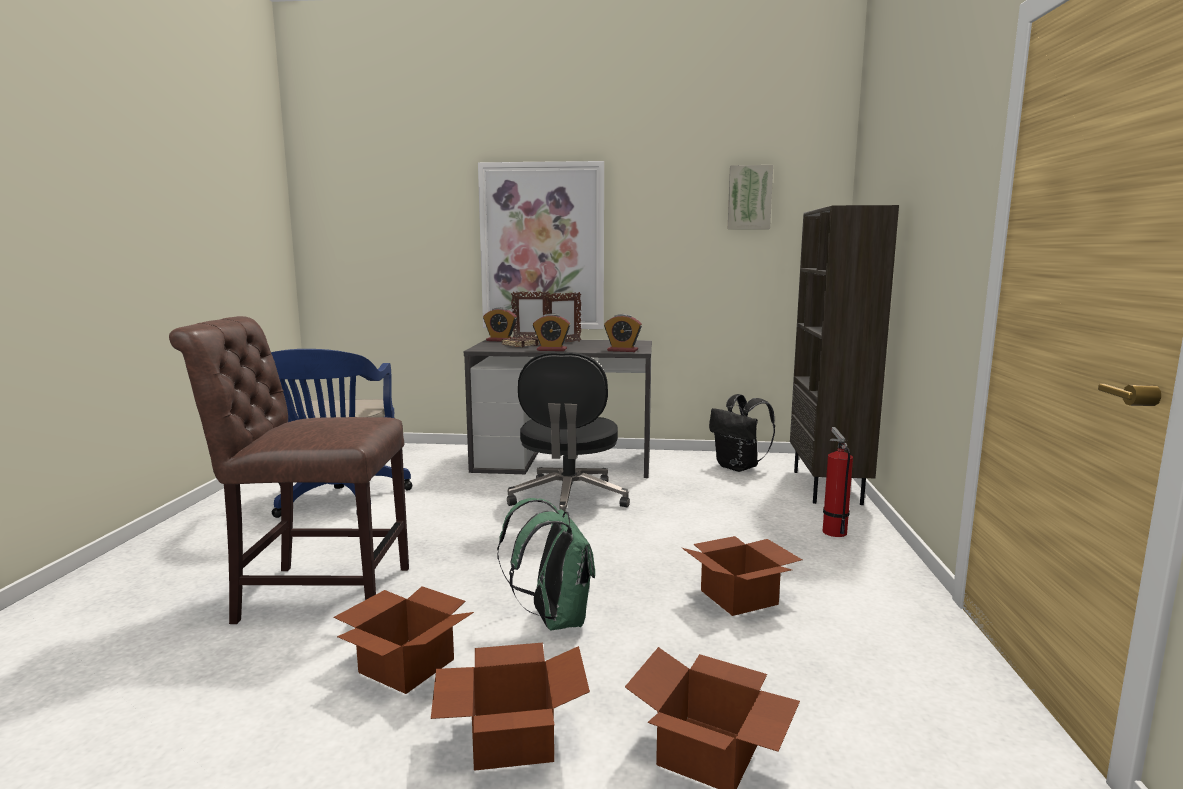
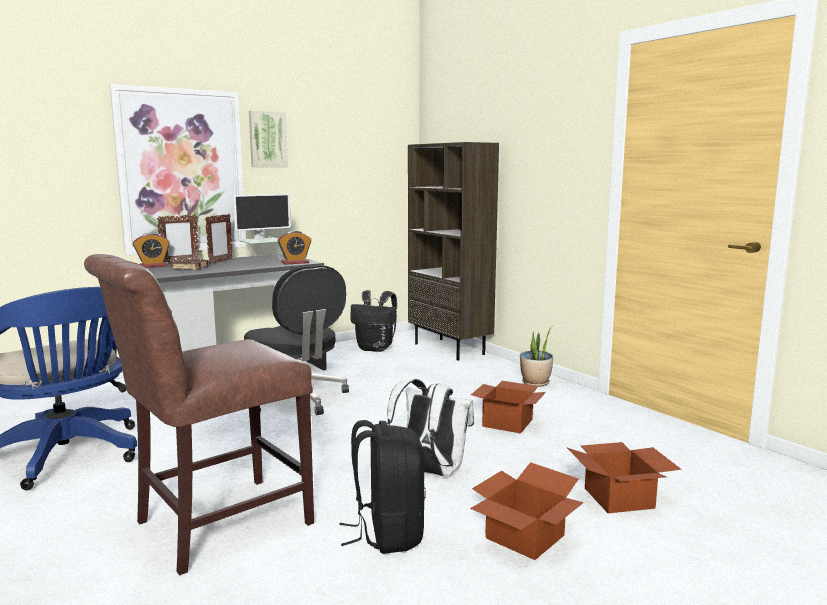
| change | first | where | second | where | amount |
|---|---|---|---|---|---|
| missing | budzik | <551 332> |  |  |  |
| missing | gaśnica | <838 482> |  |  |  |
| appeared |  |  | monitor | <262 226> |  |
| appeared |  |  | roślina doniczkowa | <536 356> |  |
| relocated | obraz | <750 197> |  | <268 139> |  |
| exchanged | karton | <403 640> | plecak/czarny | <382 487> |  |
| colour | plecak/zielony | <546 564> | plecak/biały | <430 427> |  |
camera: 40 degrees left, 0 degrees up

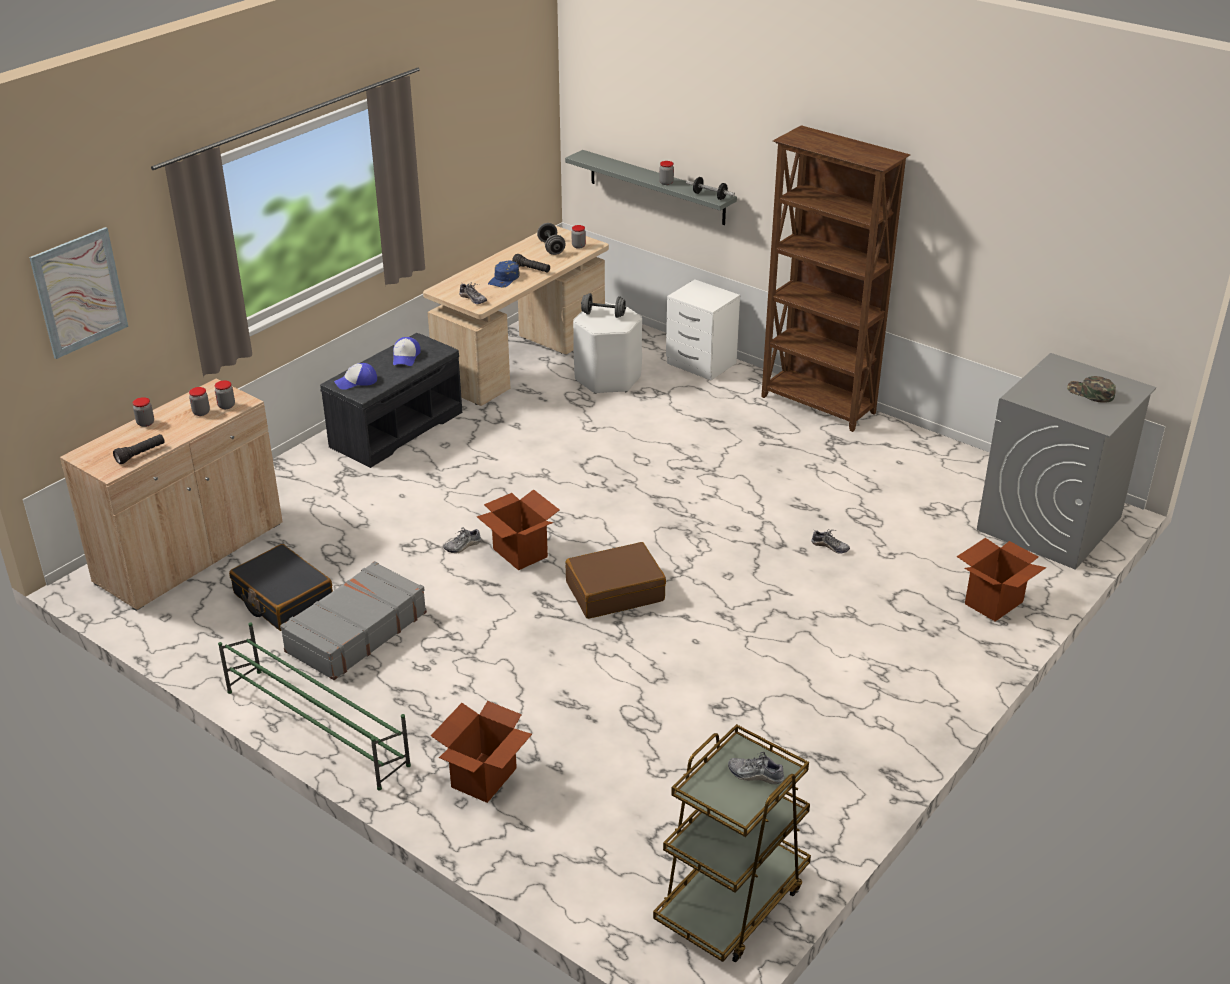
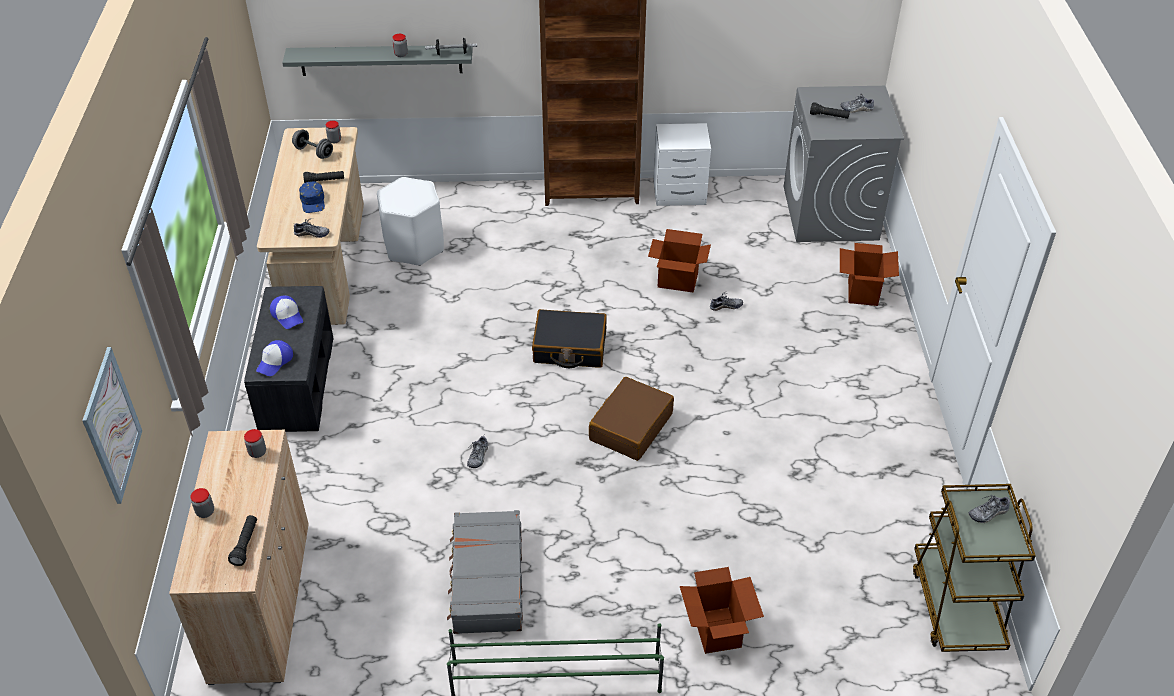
| change | first | where | second | where | amount |
|---|---|---|---|---|---|
| missing | słoik | <199 401> |  |  |  |
| missing | hantel/szary | <603 305> |  |  |  |
| appeared |  |  | latarka/czarny | <830 110> |  |
| relocated | walizka/czarny | <281 587> |  | <569 338> |  |
| relocated | karton | <518 529> |  | <679 260> |  |
| relocated | szafka nocna/biały | <703 330> |  | <682 164> |  |
| exchanged | czapka z daszkiem/zielony | <1091 389> | but | <857 104> |  |
camera: 40 degrees left, 10 degrees up

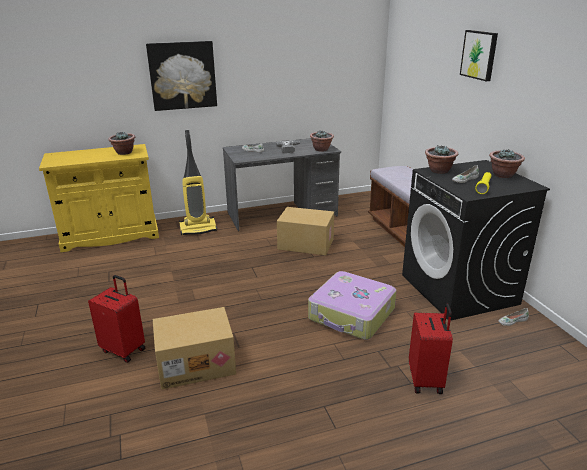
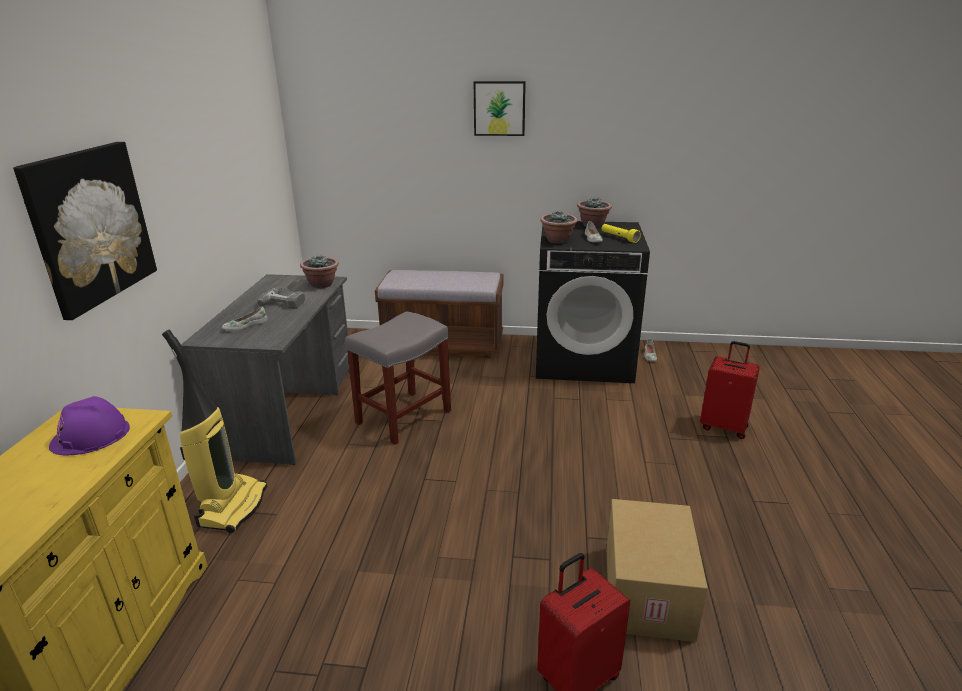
| change | first | where | second | where | amount |
|---|---|---|---|---|---|
| missing | walizka | <352 305> |  |  |  |
| exchanged | roślina doniczkowa | <121 143> | kask/fioletowy | <89 425> |  |
| exchanged | karton | <305 231> | stołek/szary | <398 378> |  |
camera: 65 degrees left, 0 degrees up

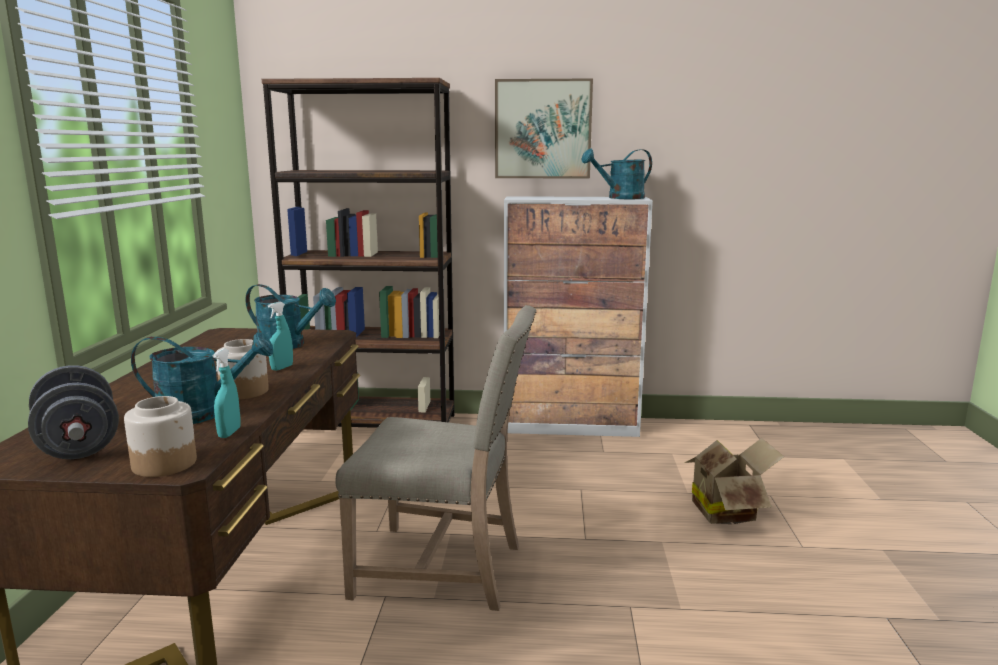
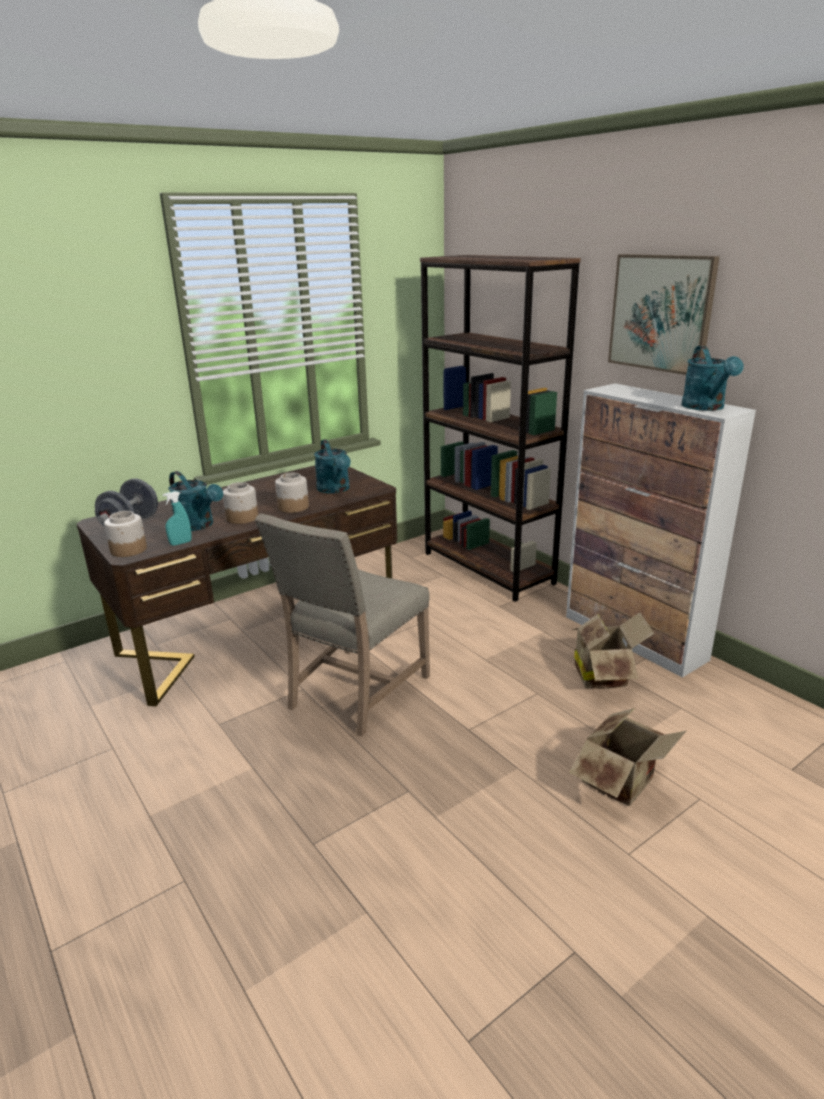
| change | first | where | second | where | amount |
|---|---|---|---|---|---|
| appeared |  |  | karton | <613 650> |  |
| exchanged | spryskiwacz/turkusowy | <280 336> | słoik | <292 493> |  |
| spun | krzesło/beżowy | <436 458> |  | <342 625> | 60 degrees clockwise |
| spun | konewka/turkusowy | <616 174> |  | <712 378> | 120 degrees counterclockwise |
camera: 50 degrees right, 10 degrees up

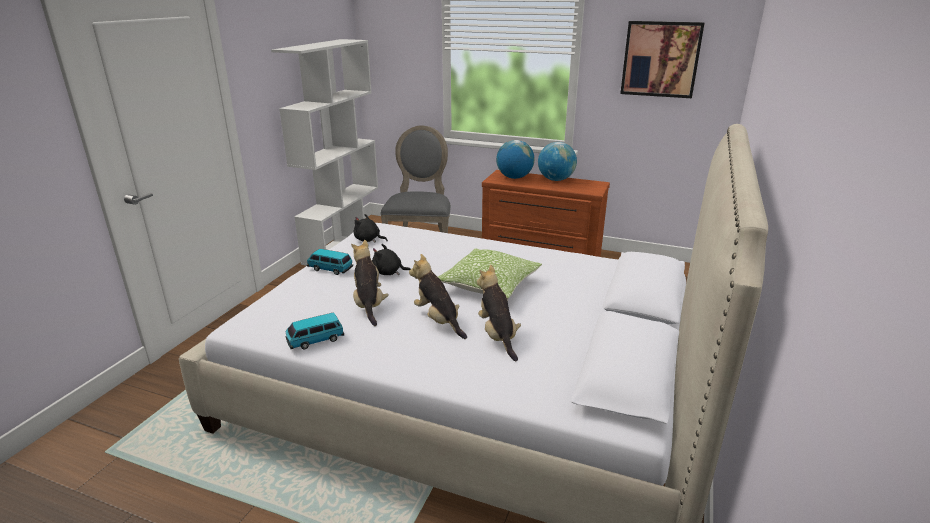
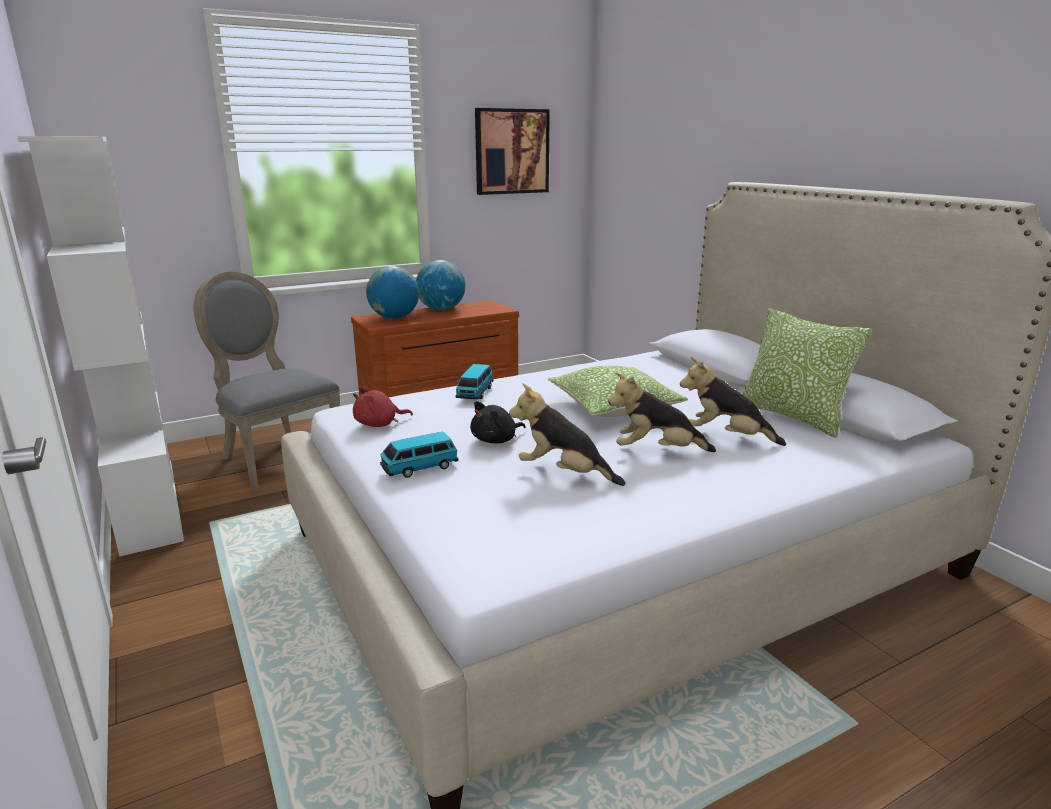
| change | first | where | second | where | amount |
|---|---|---|---|---|---|
| appeared |  |  | poduszka | <807 373> |  |
| relocated | samochodzik | <314 330> |  | <474 382> |  |
| colour | pluszak/czarny | <371 228> | pluszak/czerwony | <383 406> |  |
camera: 50 degrees left, 5 degrees down

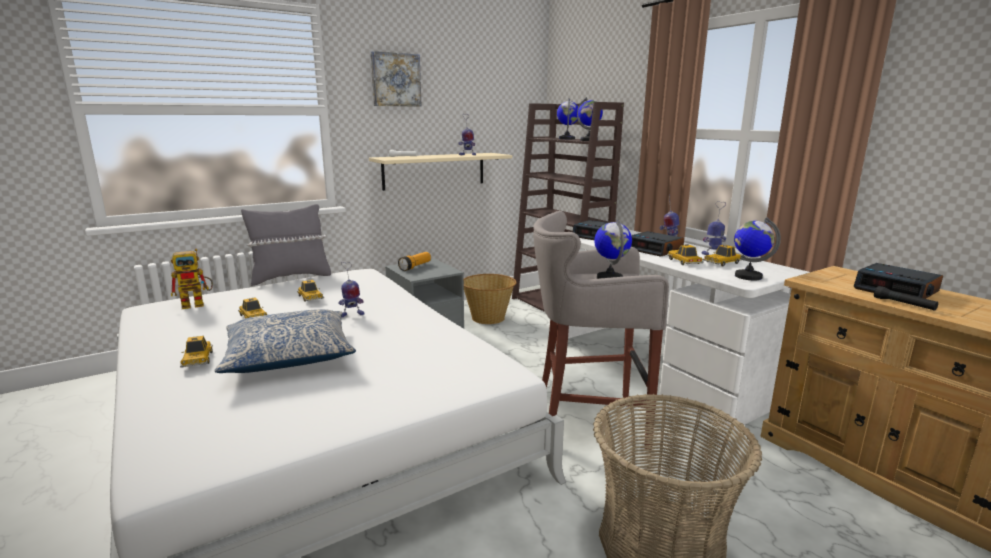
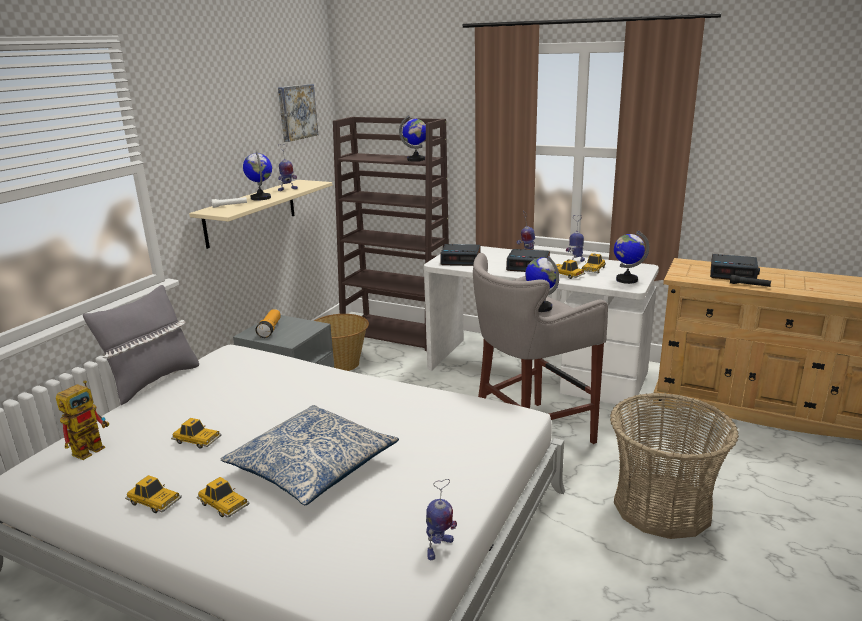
| change | first | where | second | where | amount |
|---|---|---|---|---|---|
| relocated | samochodzik | <310 291> |  | <153 494> |  |
| relocated | robot zabawkowy | <351 290> |  | <441 519> |  |
| relocated | obraz | <396 79> |  | <298 113> |  |
| relocated | globus | <567 118> |  | <257 176> |  |
camera: 30 degrees left, 5 degrees up

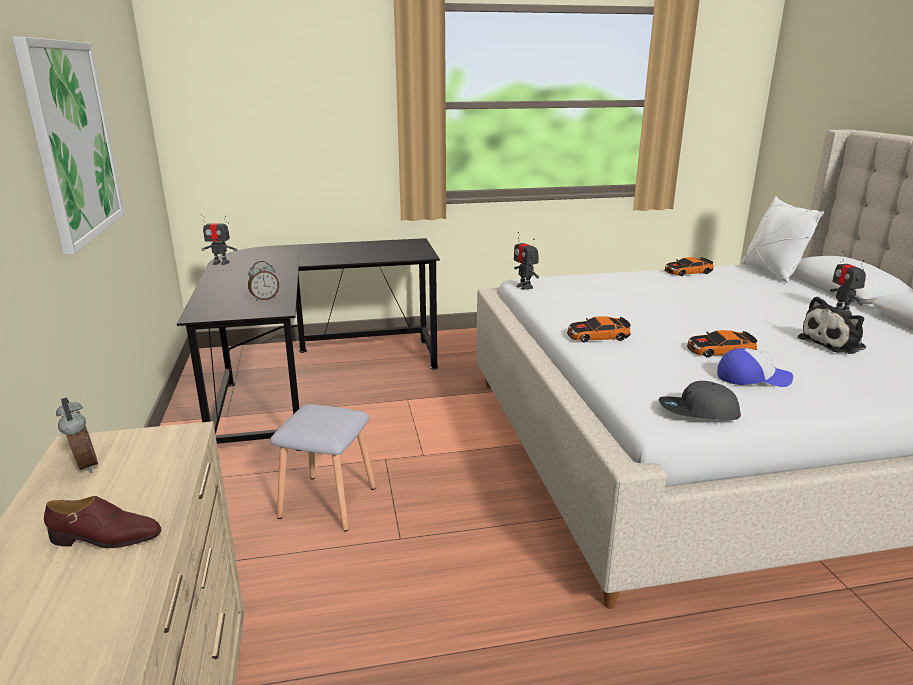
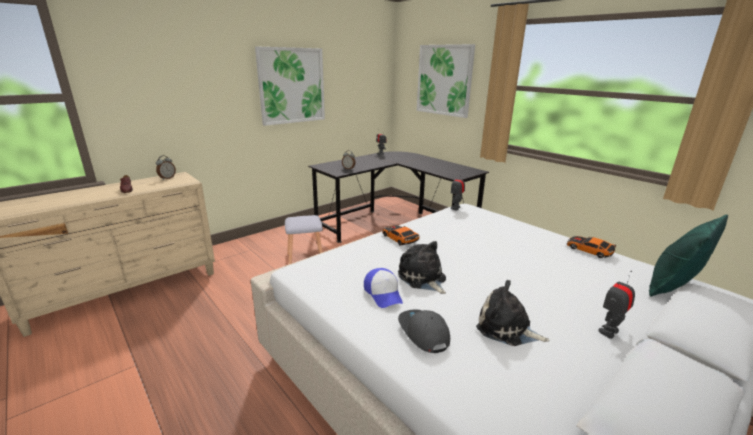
| change | first | where | second | where | amount |
|---|---|---|---|---|---|
| appeared |  |  | obraz | <446 81> |  |
| relocated | czapka z daszkiem/szary | <700 400> |  | <424 331> |  |
| exchanged | samochodzik | <722 344> | pluszak | <422 267> |  |
| colour | poduszka/biały | <783 239> | poduszka/zielony | <688 255> |  |
camera: 60 degrees right, 0 degrees up

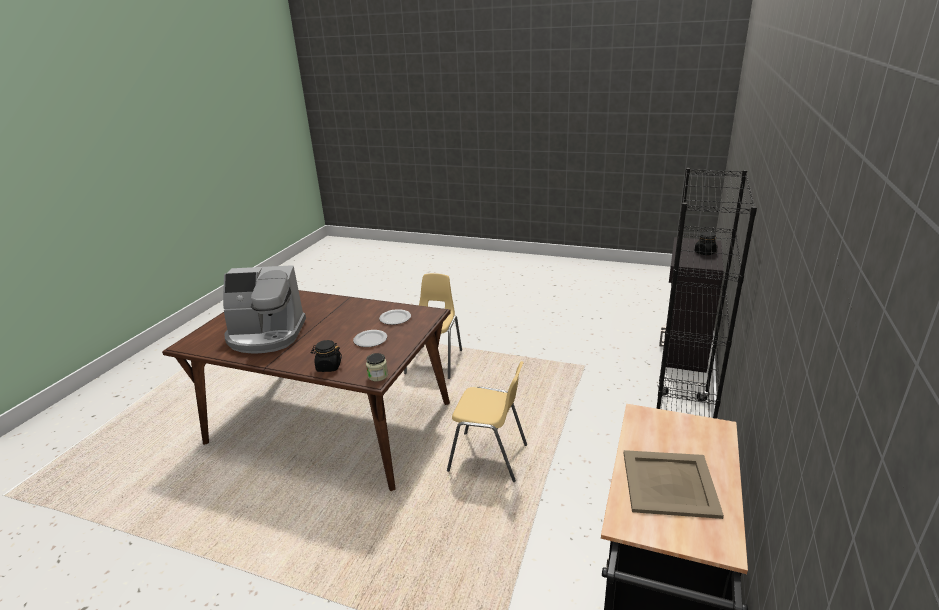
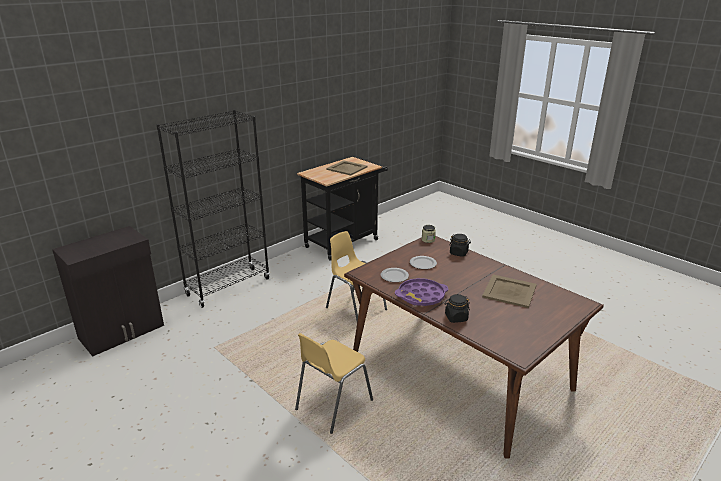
| change | first | where | second | where | amount |
|---|---|---|---|---|---|
| appeared |  |  | taca/fioletowy | <421 292> |  |
| relocated | słoik/czarny | <706 244> |  | <457 308> |  |
| exchanged | ekspres do kawy | <264 309> | taca/beżowy | <509 291> |  |
camera: 155 degrees left, 0 degrees up

